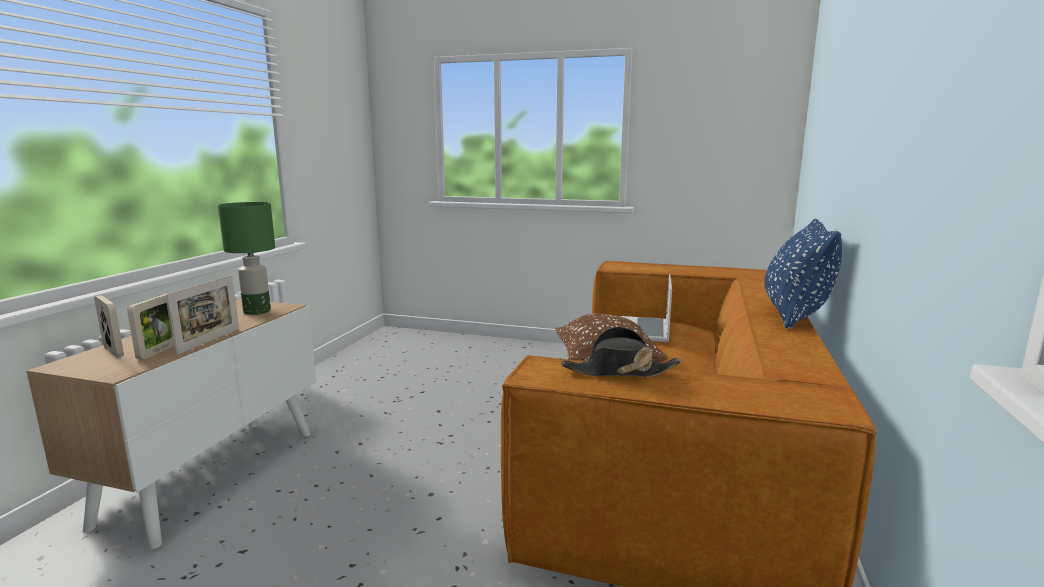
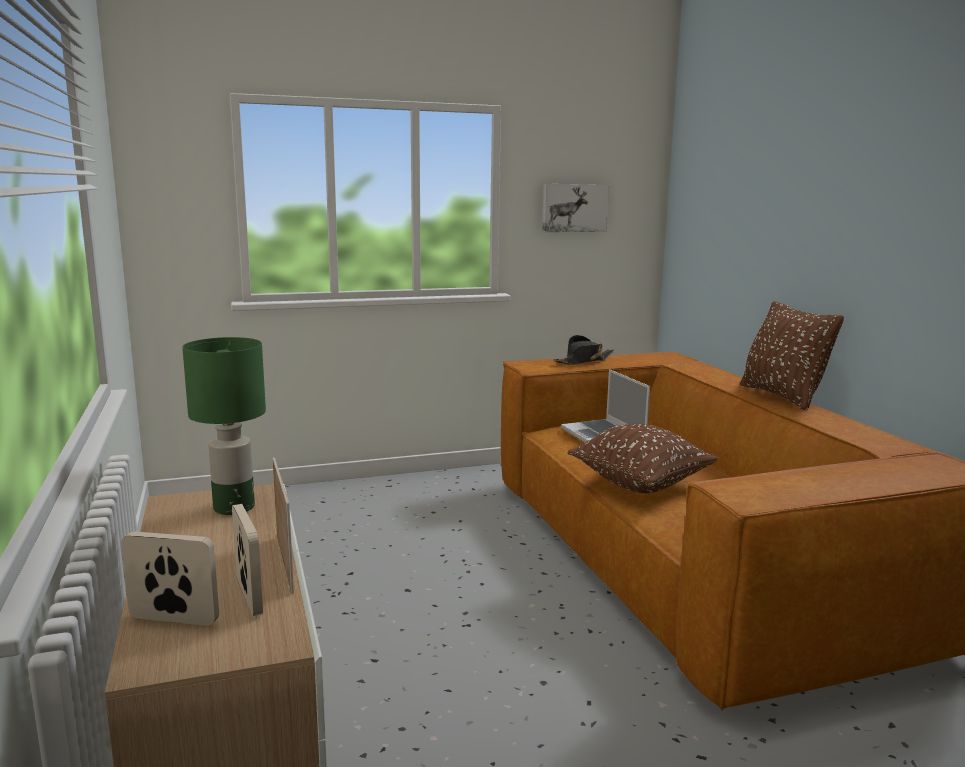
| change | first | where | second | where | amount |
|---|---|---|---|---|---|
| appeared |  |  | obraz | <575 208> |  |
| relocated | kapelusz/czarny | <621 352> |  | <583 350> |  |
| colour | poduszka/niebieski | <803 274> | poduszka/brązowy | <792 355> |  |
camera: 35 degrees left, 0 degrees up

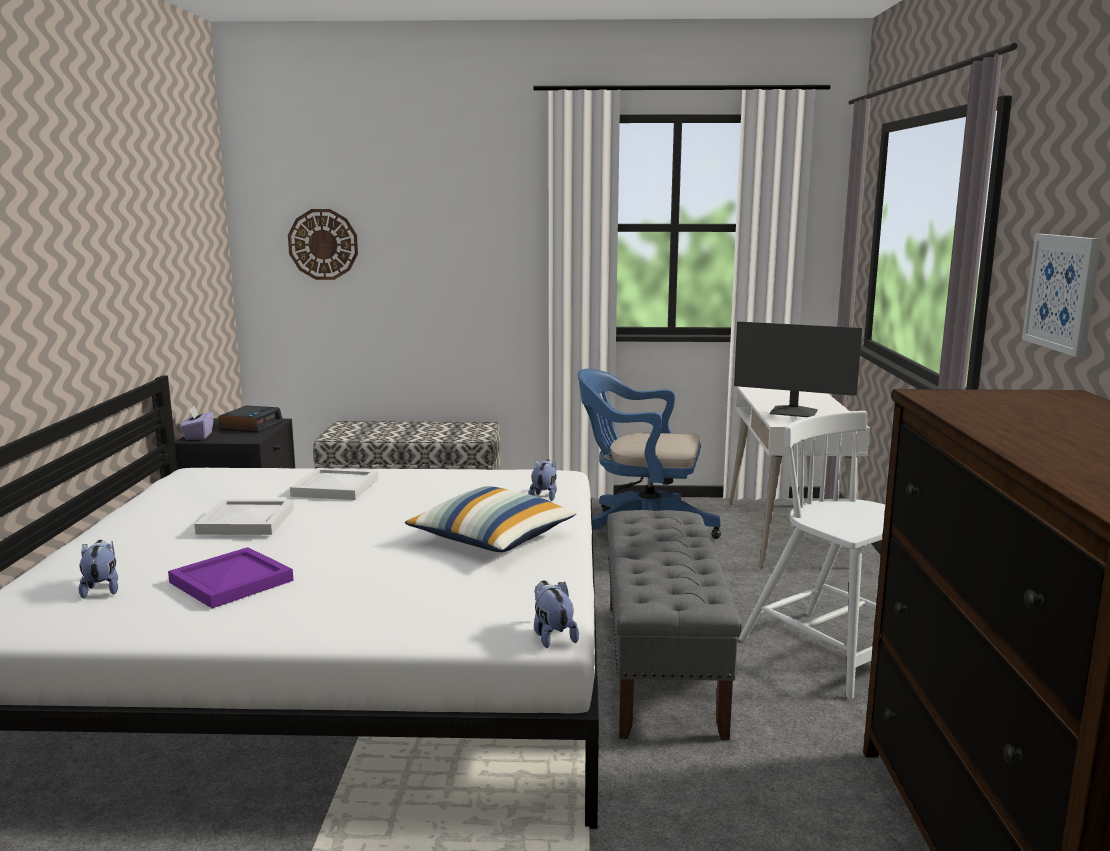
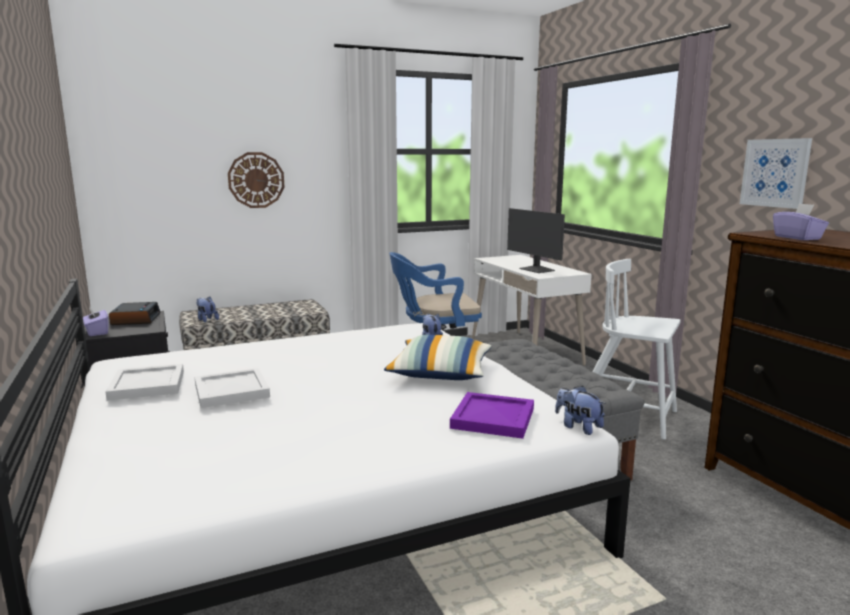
| change | first | where | second | where | amount |
|---|---|---|---|---|---|
| appeared |  |  | pudełko chusteczek/fioletowy | <801 221> |  |
| relocated | pluszak | <98 569> |  | <207 309> |  |
| relocated | taca/fioletowy | <231 577> |  | <492 415> |  |
| relocated | zegar ścienny | <323 244> |  | <256 180> |  |
| relocated | taca/biały | <334 484> |  | <144 382> |  |
| spun | monitor | <798 369> |  | <536 240> | 60 degrees clockwise |
camera: 25 degrees left, 0 degrees up

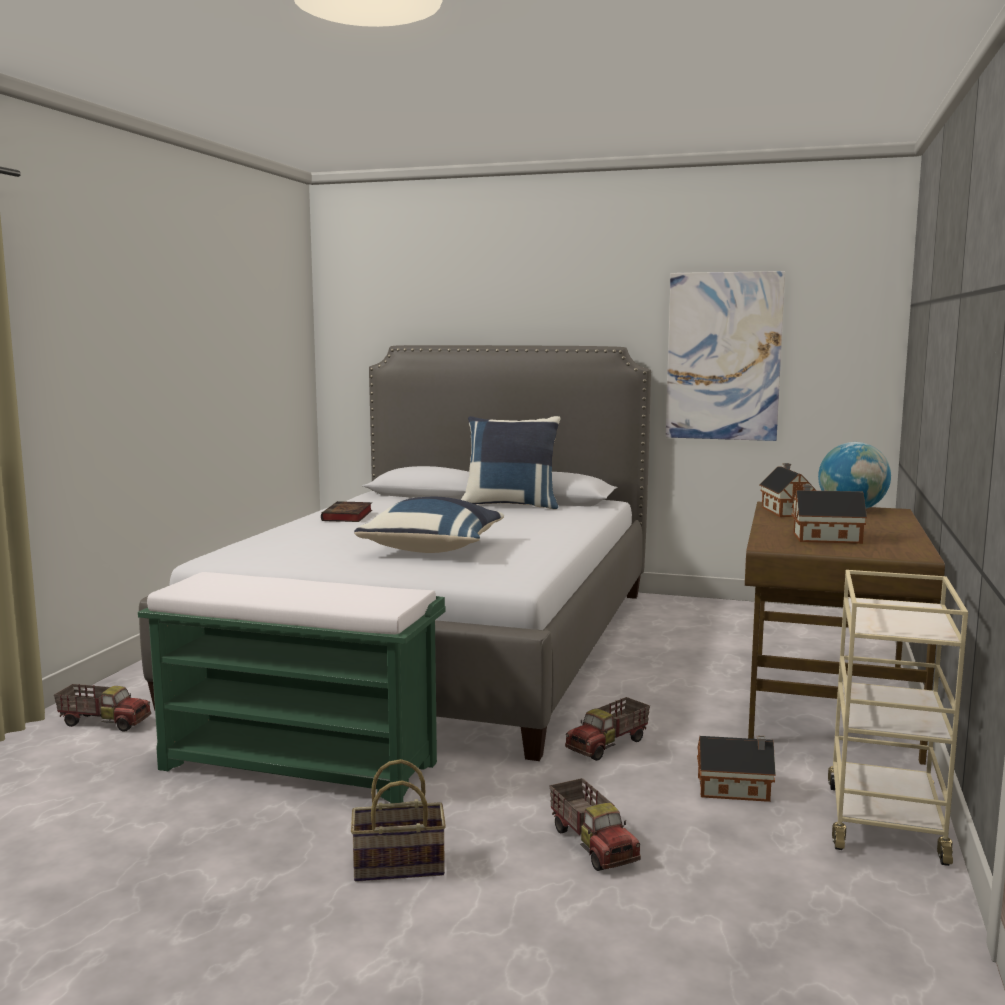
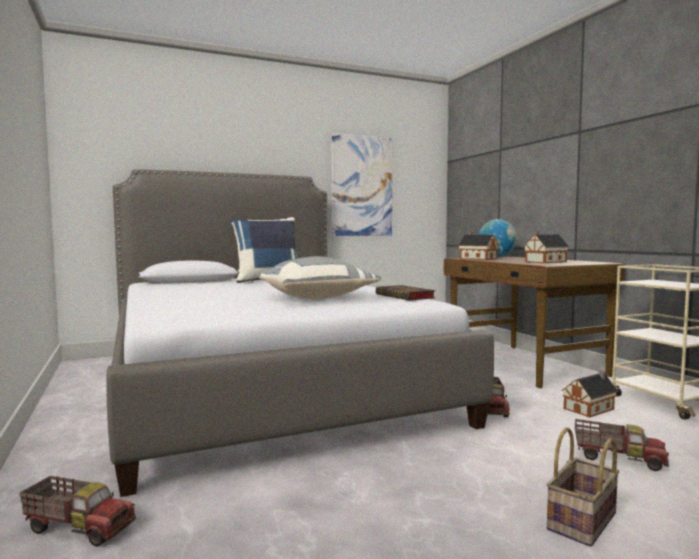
| change | first | where | second | where | amount |
|---|---|---|---|---|---|
| missing | ławka/zielony | <292 687> |  |  |  |
| relocated | książka | <346 511> |  | <406 293> |  |
| colour | poduszka/niebieski | <429 525> | poduszka/szary | <319 277> |  |
| spun | ciężarówka zabawkowa | <102 708> |  | <77 511> | 45 degrees clockwise |
camera: 40 degrees left, 5 degrees down

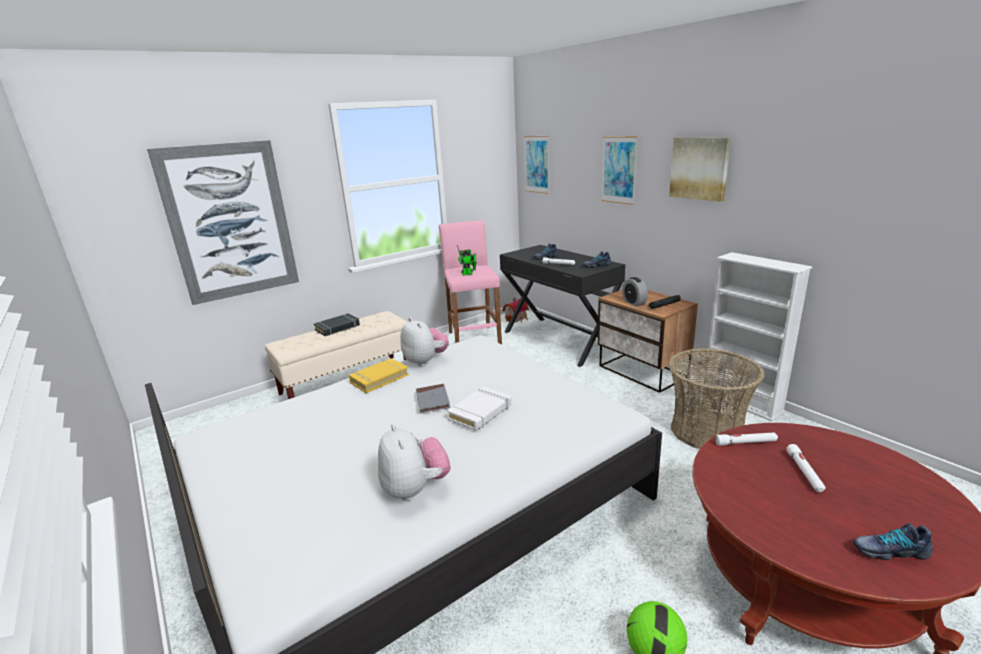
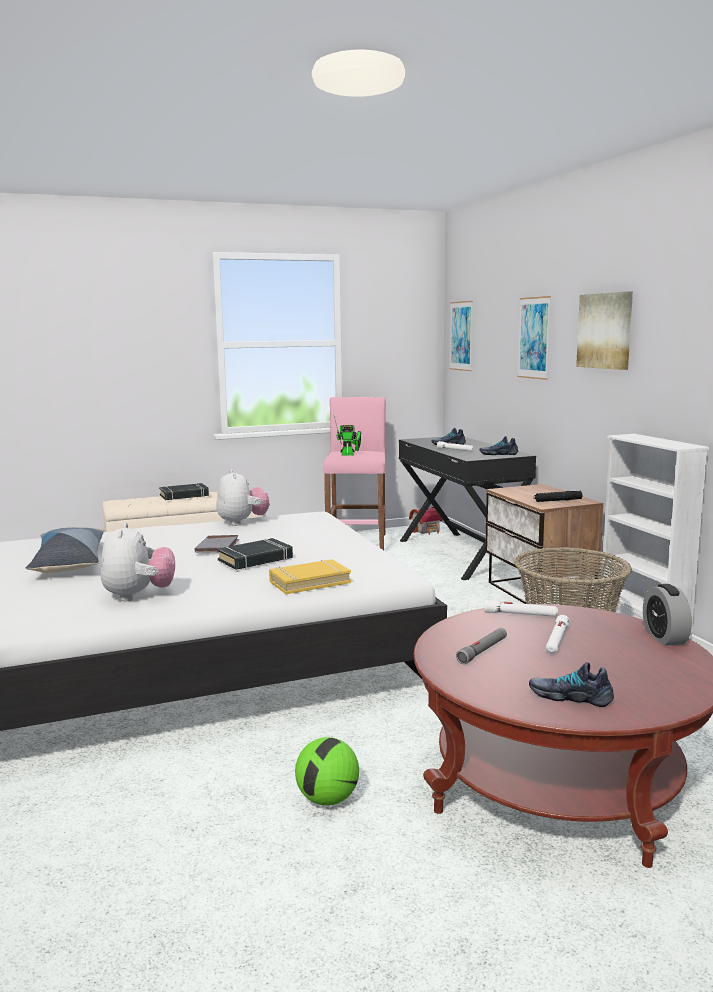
| change | first | where | second | where | amount |
|---|---|---|---|---|---|
| missing | obraz | <223 222> |  |  |  |
| appeared |  |  | poduszka | <65 550> |  |
| appeared |  |  | latarka/szary | <481 646> |  |
| relocated | książka/żółty | <379 375> |  | <310 576> |  |
| relocated | budzik | <635 291> |  | <667 615> |  |
| colour | książka/biały | <479 408> | książka/czarny | <255 554> |  |
camera: 15 degrees right, 10 degrees down

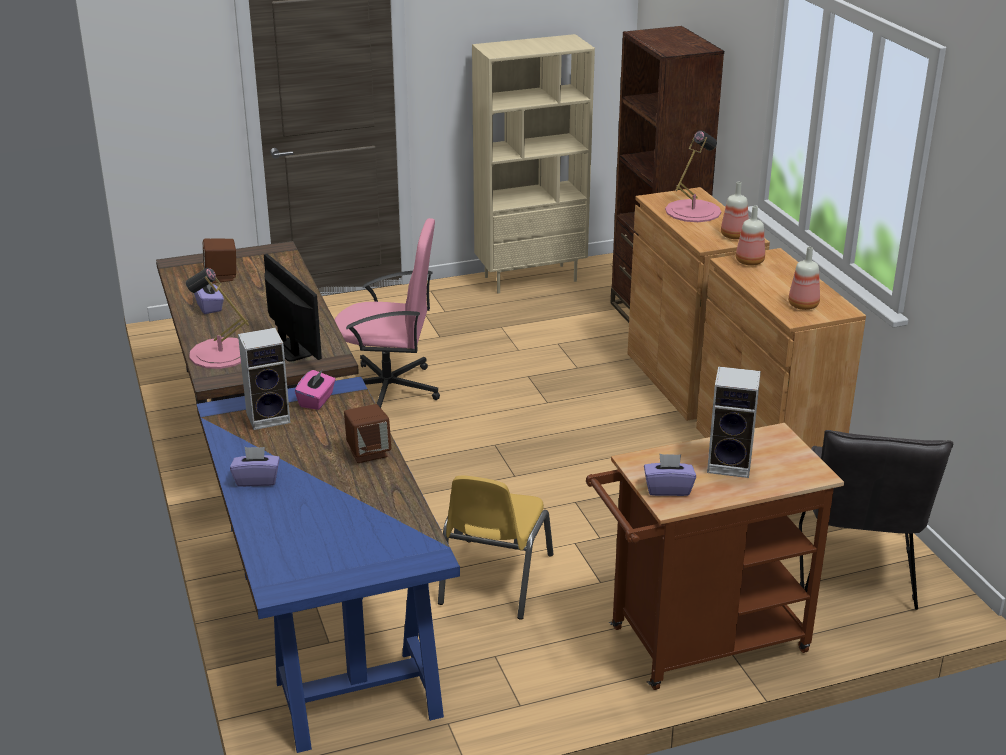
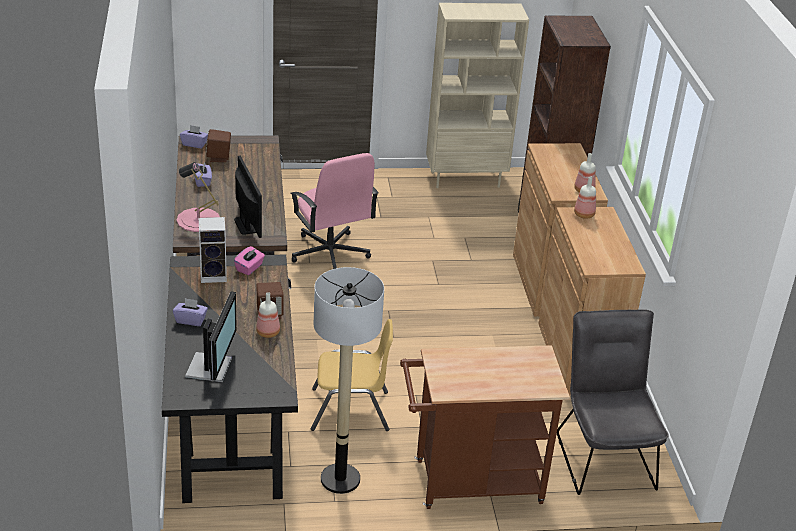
| change | first | where | second | where | amount |
|---|---|---|---|---|---|
| missing | lampa stołowa/różowy | <693 176> |  |  |  |
| missing | głośnik | <734 422> |  |  |  |
| appeared |  |  | monitor | <211 336> |  |
| appeared |  |  | lampa stojąca | <349 380> |  |
| relocated | pudełko chusteczek/fioletowy | <670 475> |  | <194 136> |  |
| relocated | butelka | <804 278> |  | <268 315> |  |
| colour | biurko/niebieski | <328 565> | biurko/czarny | <230 379> |  |
| spun | krzesło biurowe/różowy | <387 313> |  | <334 211> | 45 degrees clockwise |
| spun | krzesło/żółty | <495 548> |  | <352 375> | 120 degrees counterclockwise |
| spun | krzesło/szary | <876 520> |  | <613 402> | 150 degrees clockwise |
camera: 10 degrees right, 5 degrees up

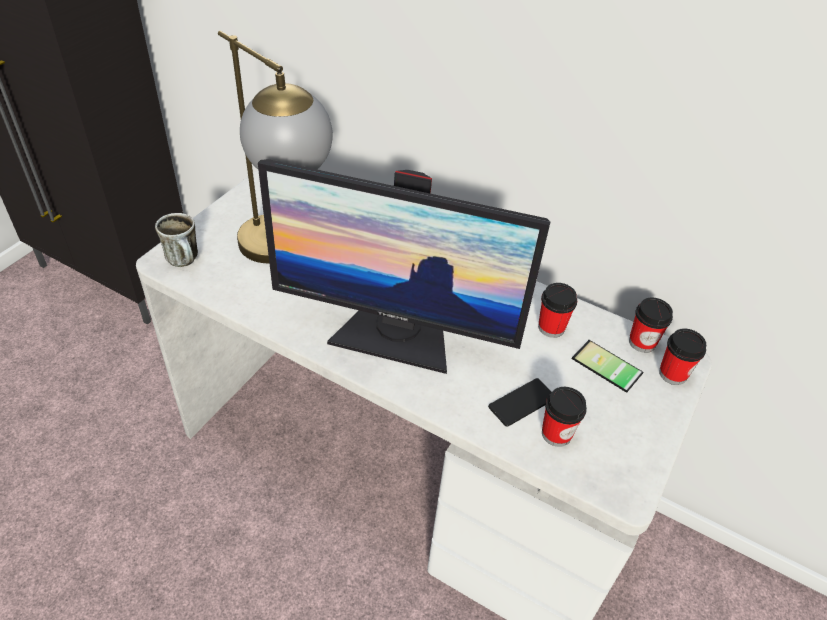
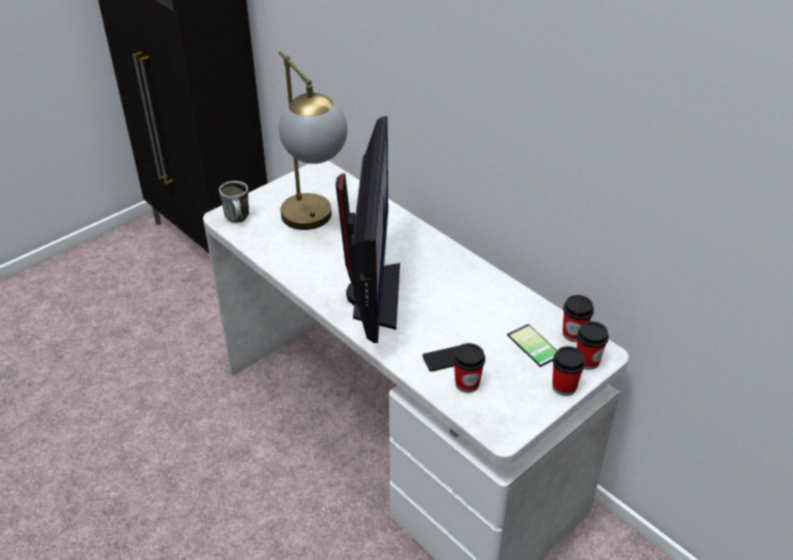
| change | first | where | second | where | amount |
|---|---|---|---|---|---|
| relocated | filiżanka | <557 310> |  | <568 371> |  |
| spun | monitor | <404 266> |  | <368 229> | 120 degrees counterclockwise |
camera: 20 degrees right, 5 degrees down

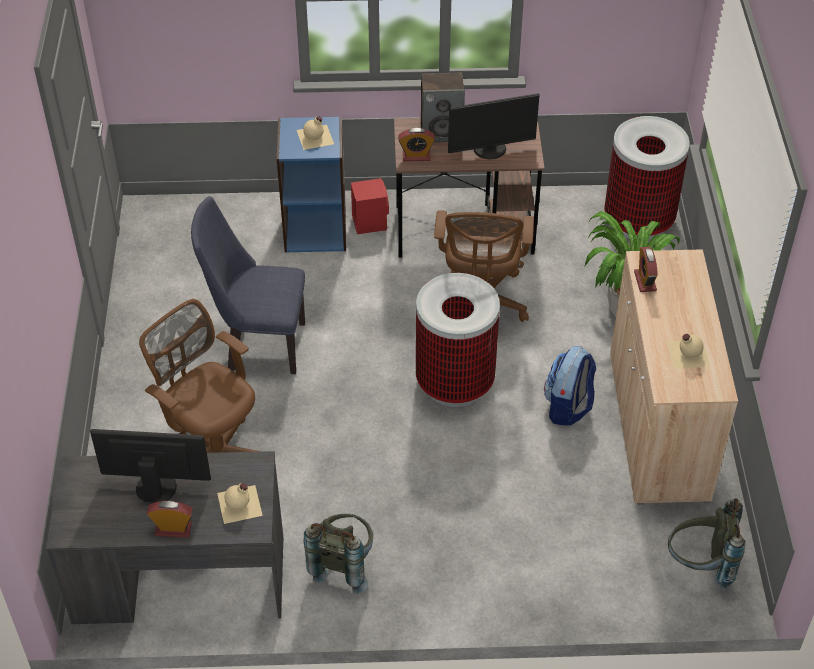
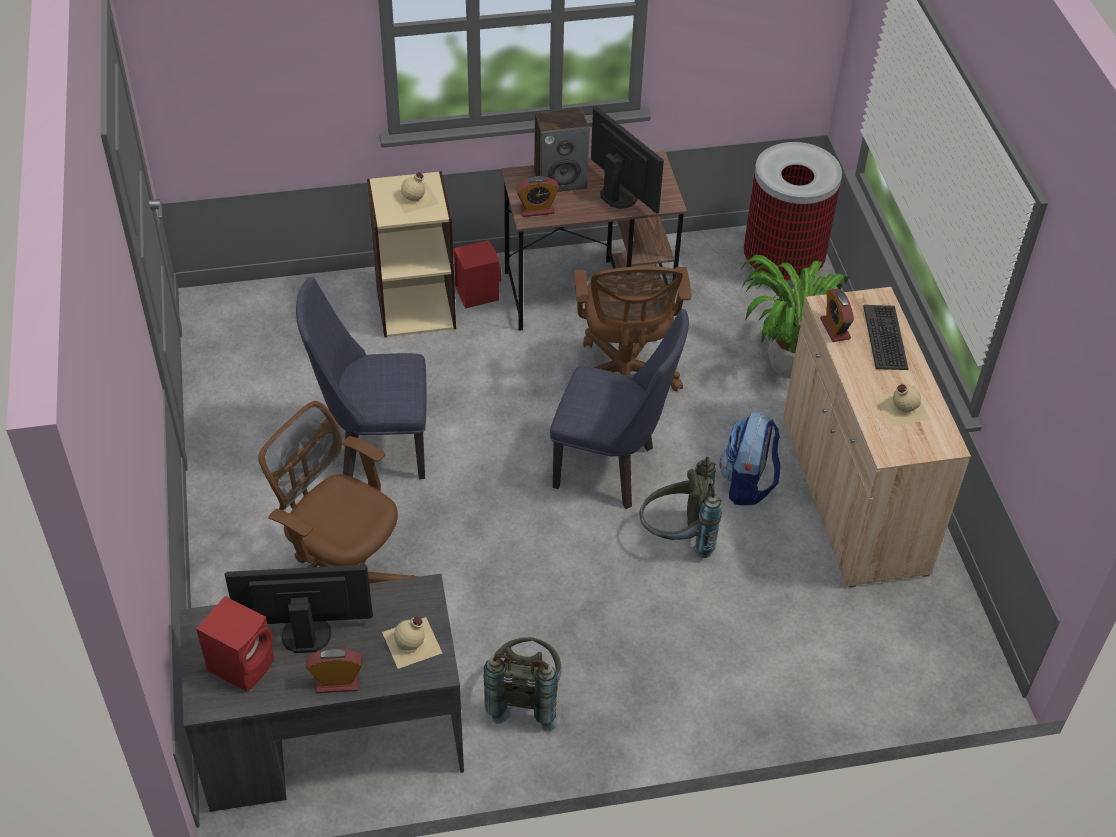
| change | first | where | second | where | amount |
|---|---|---|---|---|---|
| appeared |  |  | głośnik/czerwony | <235 644> |  |
| appeared |  |  | klawiatura | <885 337> |  |
| relocated | plecak/szary | <707 543> |  | <681 507> |  |
| exchanged | kosz na śmieci | <458 340> | krzesło/niebieski | <619 409> |  |
| colour | regał/niebieski | <311 184> | regał/beżowy | <411 254> |  |
| spun | monitor | <494 126> |  | <627 160> | 105 degrees counterclockwise |
camera: 10 degrees left, 0 degrees up

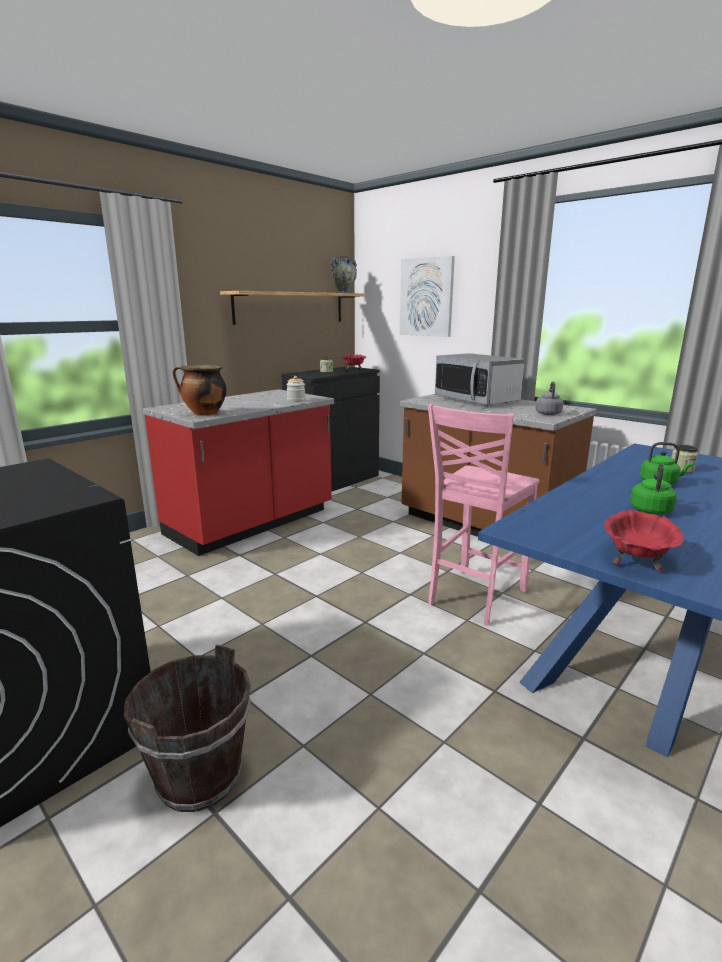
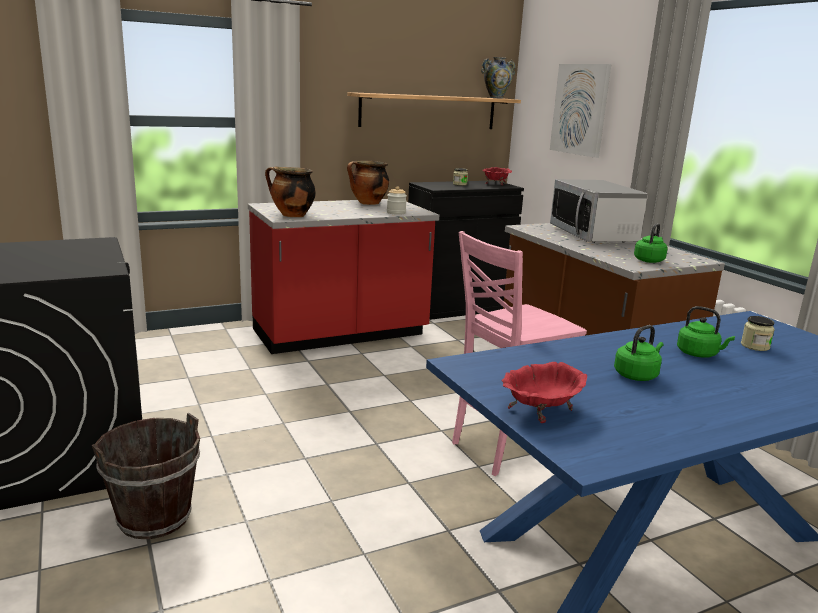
| change | first | where | second | where | amount |
|---|---|---|---|---|---|
| appeared |  |  | garnek | <368 183> |  |
| colour | czajnik/szary | <549 398> | czajnik/zielony | <651 243> |  |
camera: 20 degrees right, 0 degrees up

